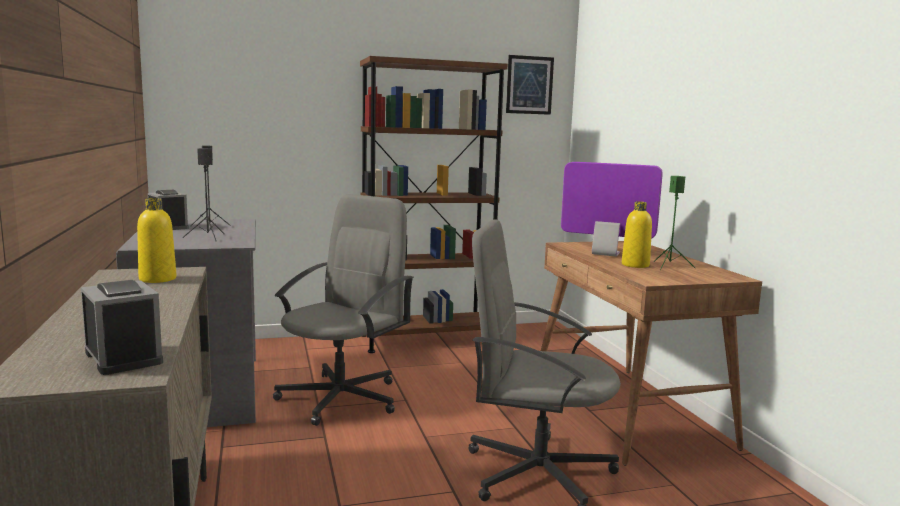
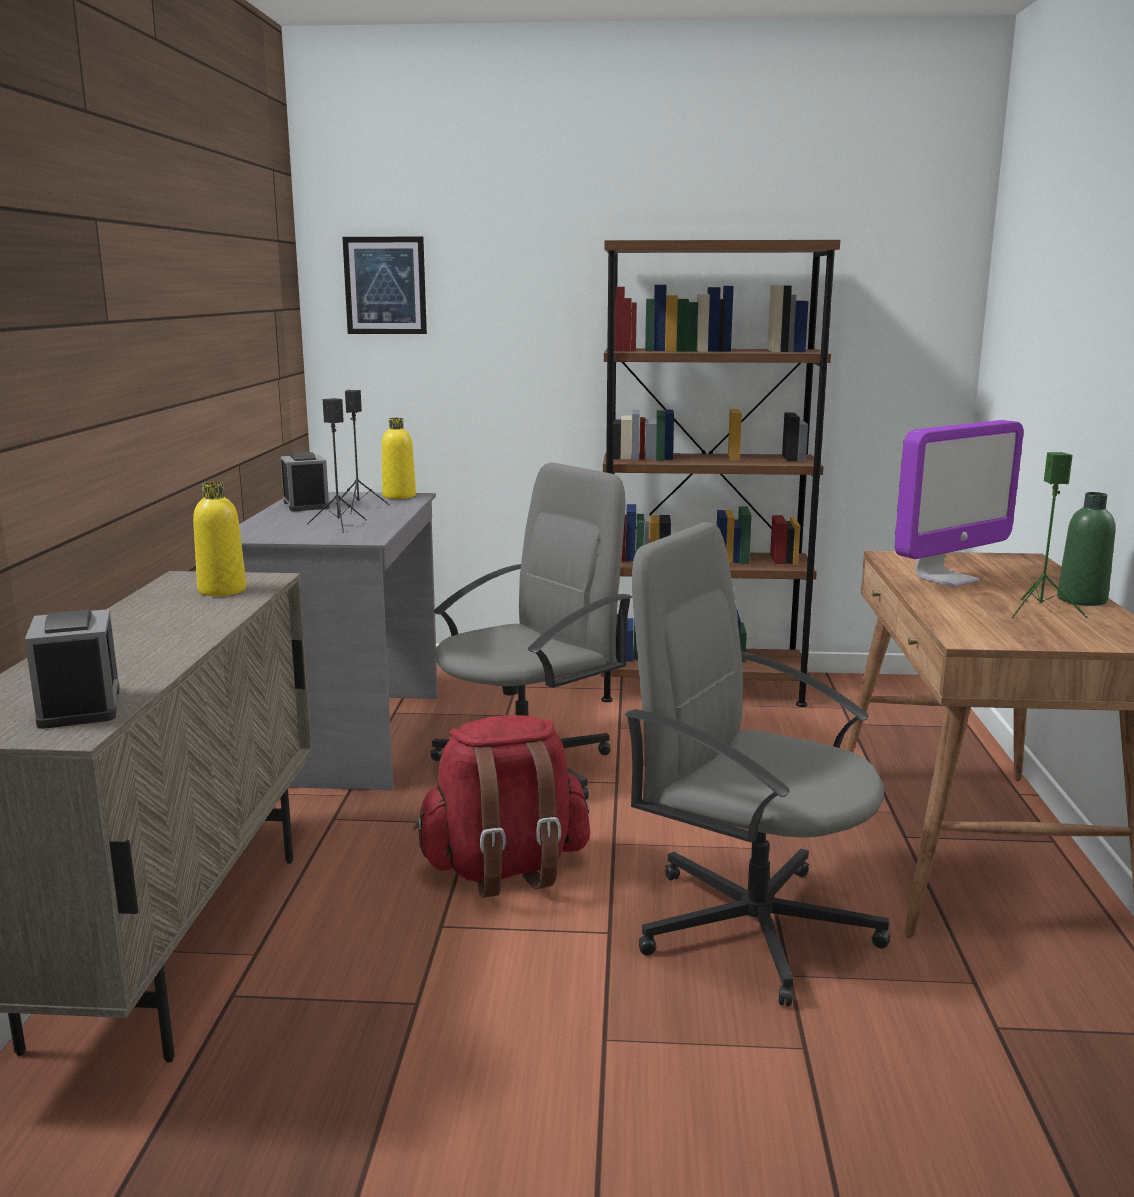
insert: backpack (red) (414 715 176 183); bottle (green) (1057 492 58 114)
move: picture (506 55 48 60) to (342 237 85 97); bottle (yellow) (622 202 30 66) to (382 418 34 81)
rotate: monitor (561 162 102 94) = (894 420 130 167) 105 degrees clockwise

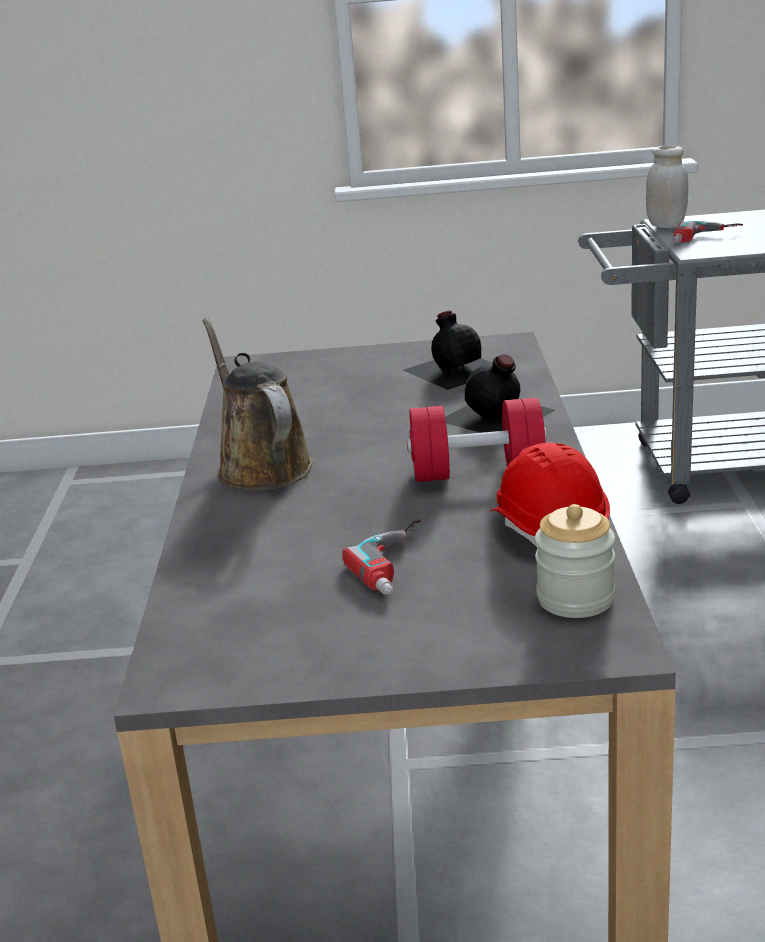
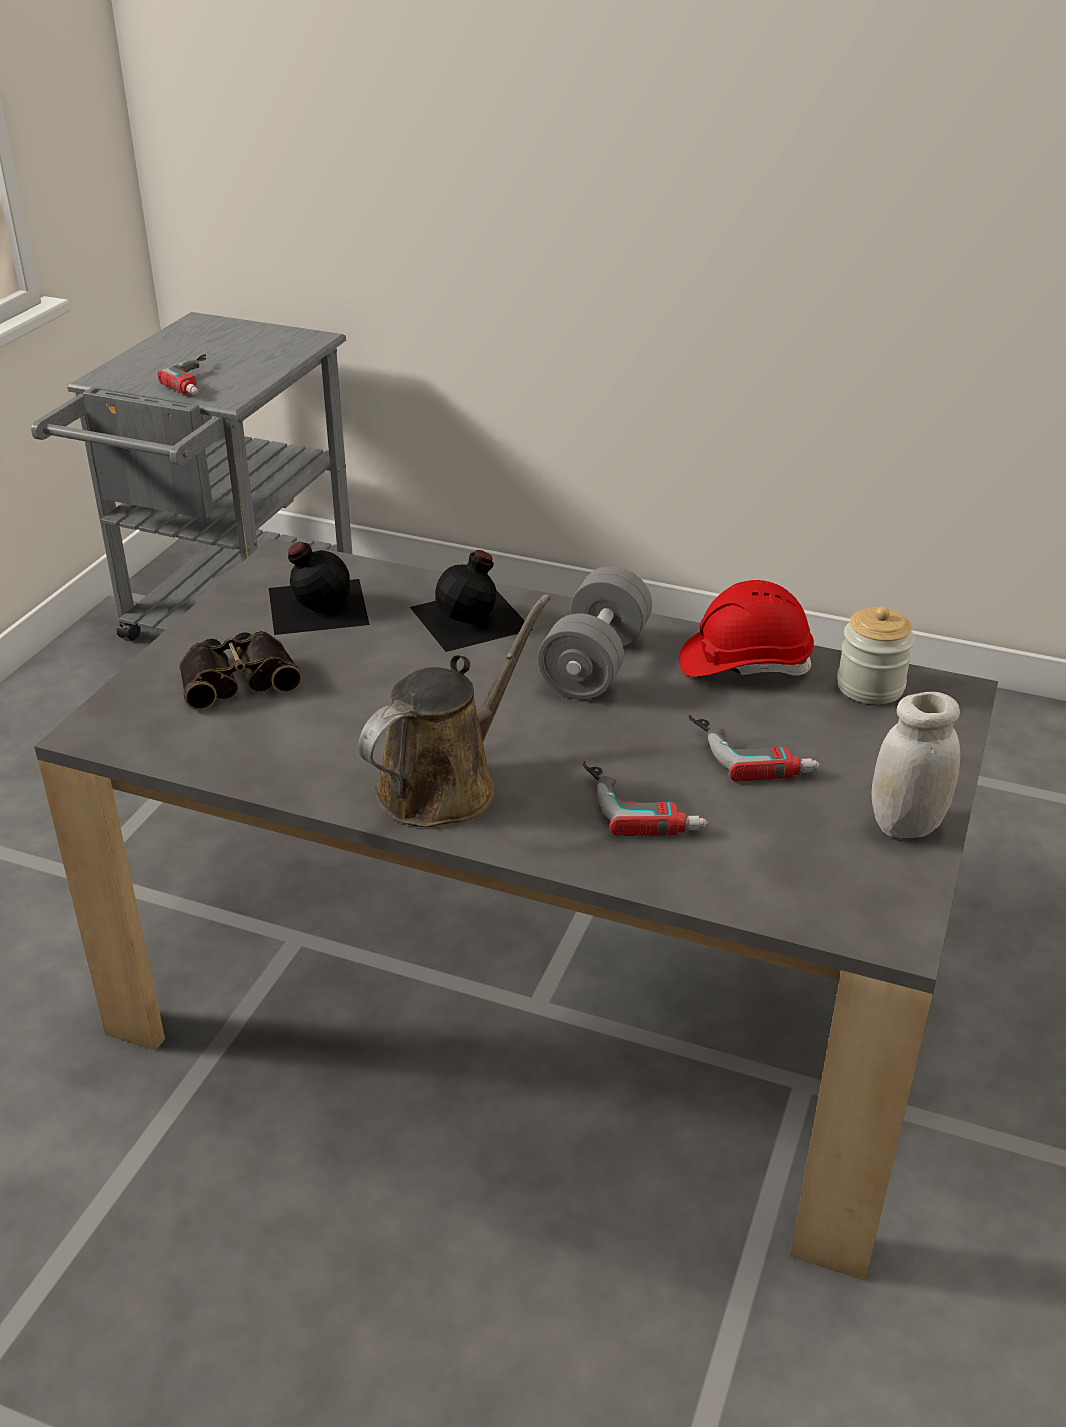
insert: binoculars (179 631 123 79); power drill (583 761 125 75)
move: jar (white) (646 145 42 83) to (872 692 88 146)
recolor: dumbbell (red) (407 398 140 84) to dumbbell (grey) (537 566 115 134)
rotate: watering can (brown) (202 317 111 173) = (358 594 193 233) 135 degrees clockwise

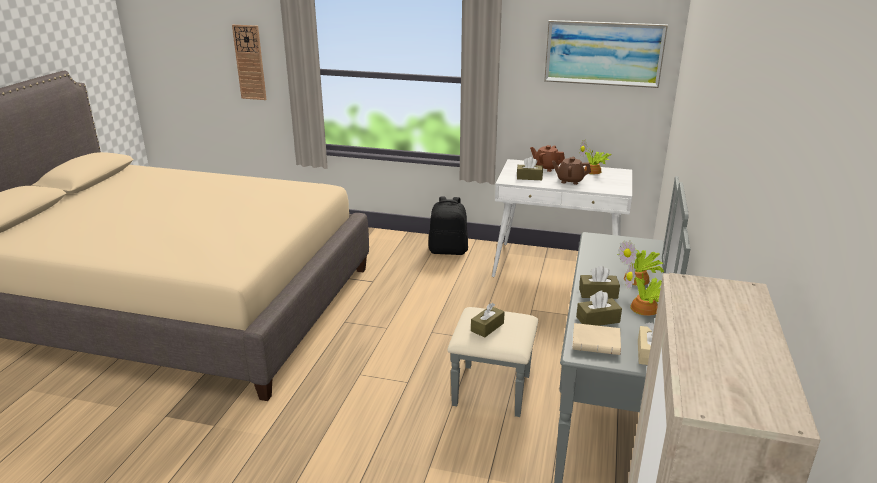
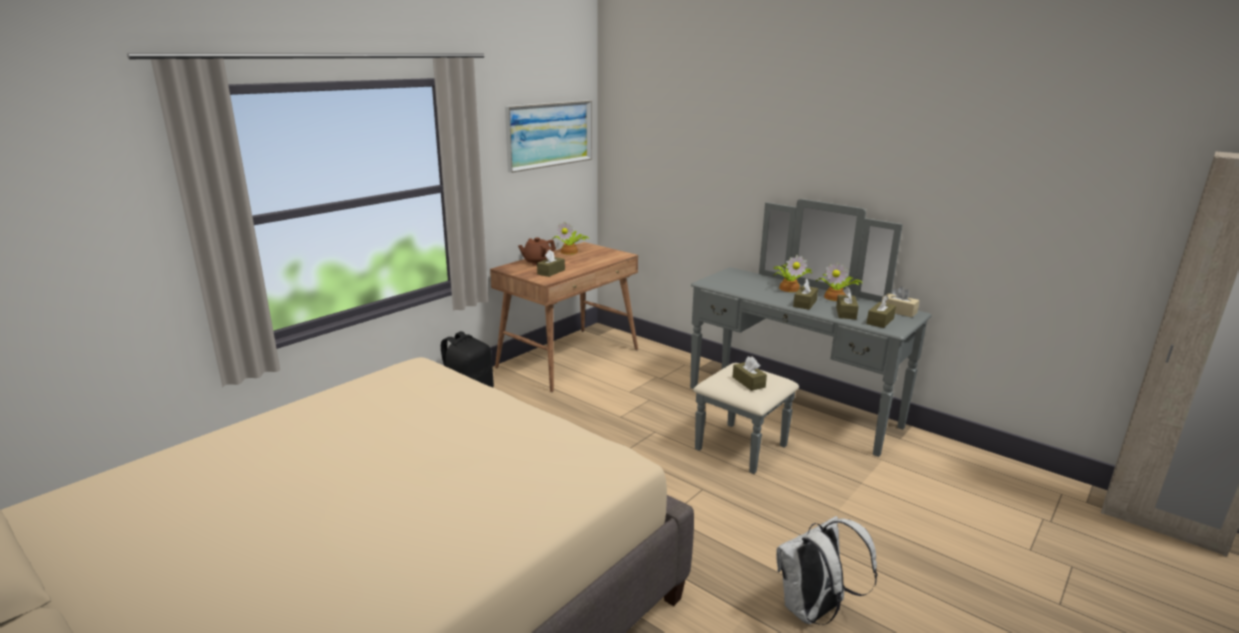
delete: wall clock (232 25 35 75); teapot (brown) (552 157 39 28)
insert: backpack (white) (776 516 101 109)
replace: book (beige) (572 323 49 32) to tissue box (brown) (867 295 29 33)
recolor: desk (white) (492 159 140 118) to desk (brown) (490 242 148 150)

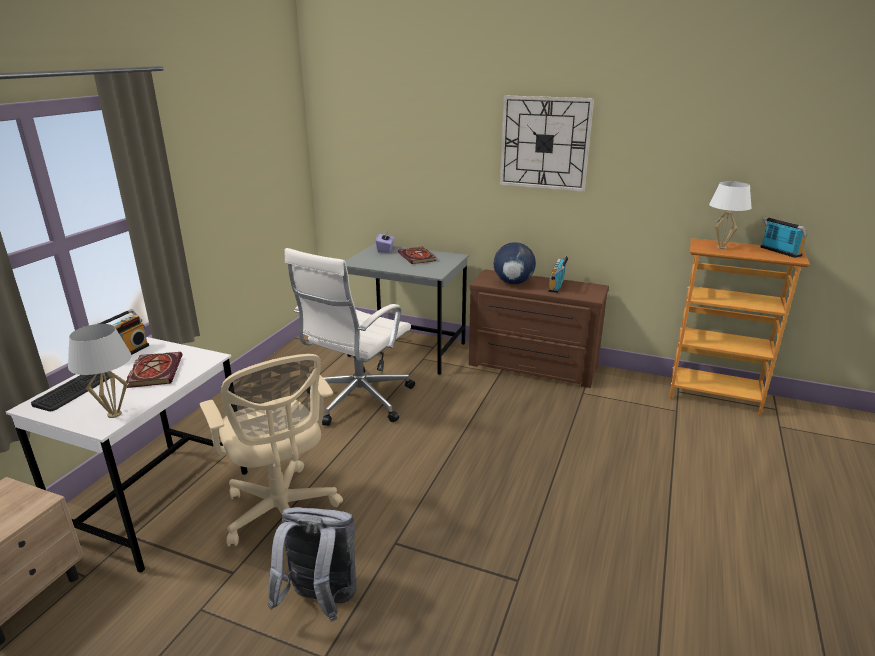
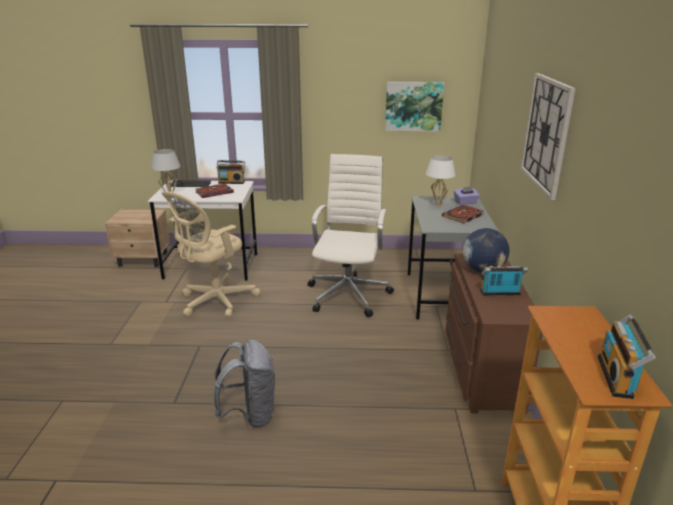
insert: picture (385 82 59 49)
move: backpack (grey) (268 507 89 115) to (213 339 62 89); table lamp (white) (709 181 42 68) to (426 156 29 51)
rotate: office chair (white) (284 248 131 178) = (307 154 87 163) 90 degrees clockwise; radio (760 217 47 41) = (598 315 58 84) 150 degrees clockwise

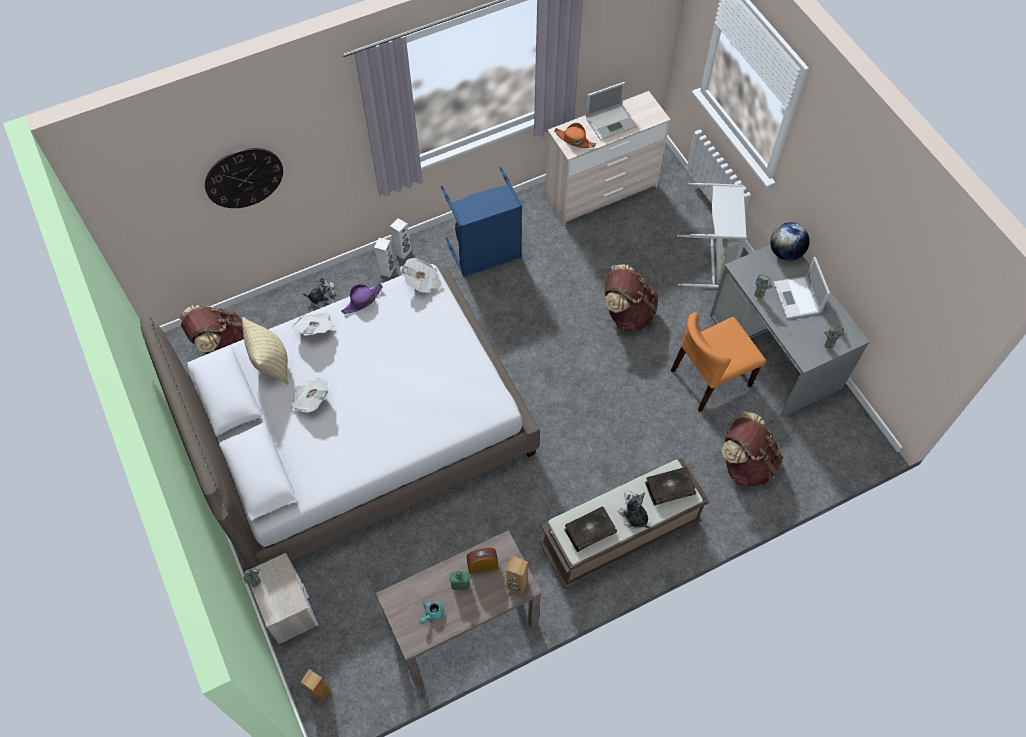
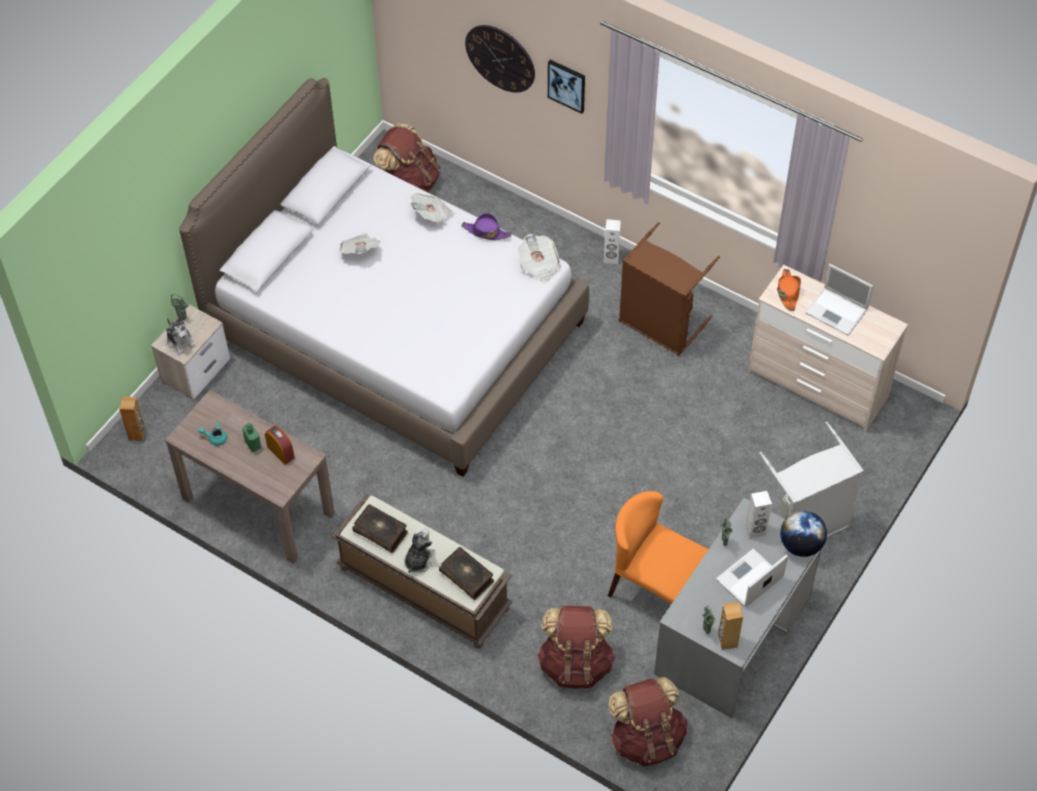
delete: pillow (beige) (242 317 47 68)
insert: picture (548 60 37 54)
move: plush toy (303 277 32 31) to (166 318 30 37); backpack (brown) (604 264 54 68) to (608 677 79 90); speaker (brown) (506 556 22 39) to (718 602 25 48); speaker (white) (374 238 21 39) to (745 491 27 48)
recolor: laundry basket (blue) (441 167 81 110) to laundry basket (brown) (619 222 101 134)

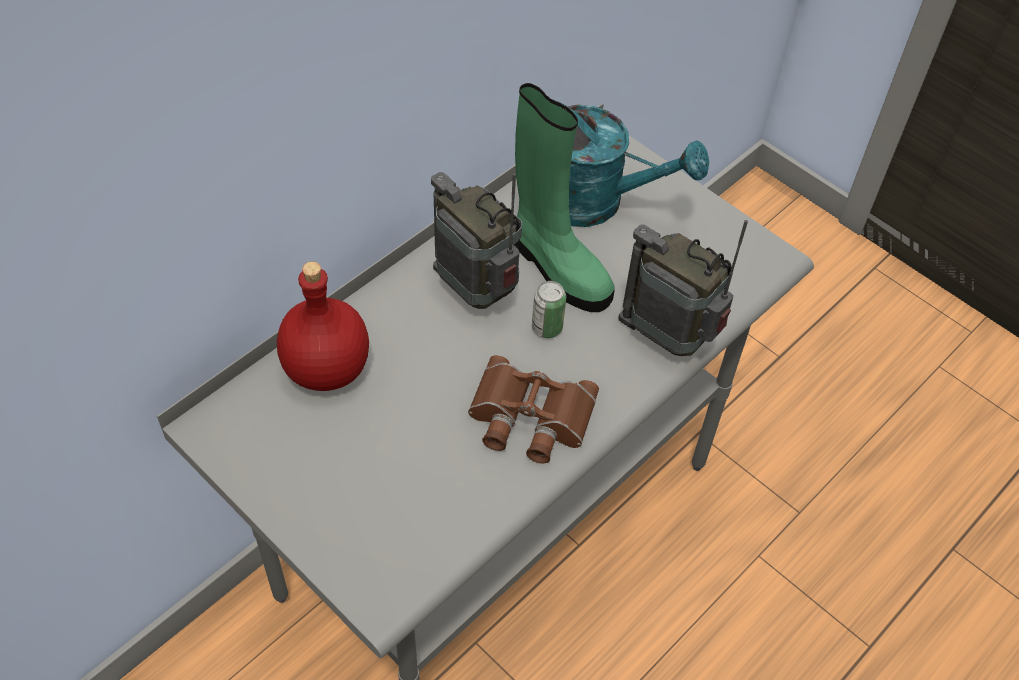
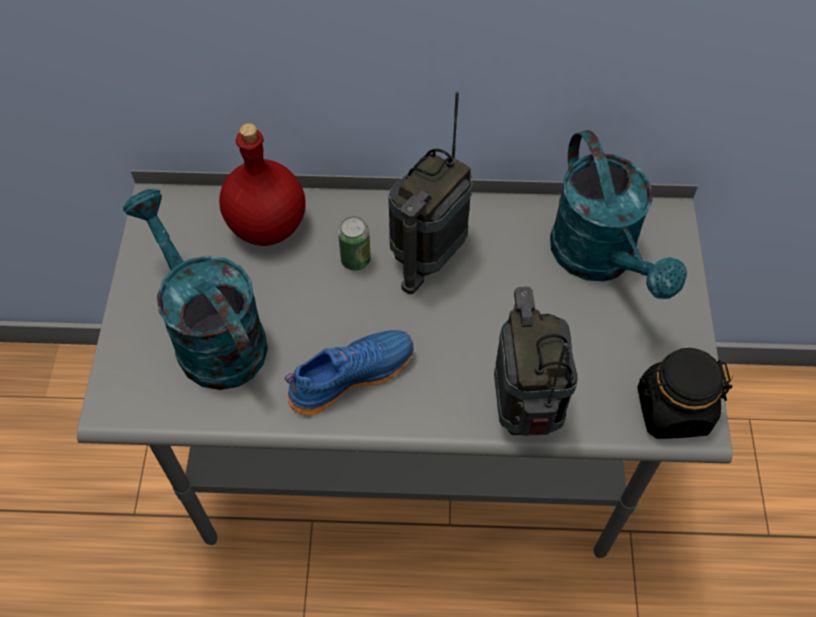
delete: boot (green) (515 83 100 229)
insert: watering can (turquoise) (123 189 145 201); jar (black) (637 348 96 91)
move: can (532 281 34 57) to (338 216 33 55)
replace: binoculars (brown) (468 355 131 109) to shoe (blue) (285 330 129 85)
rotate: radio (431 172 91 137) = (388 91 85 203) 150 degrees counterclockwise

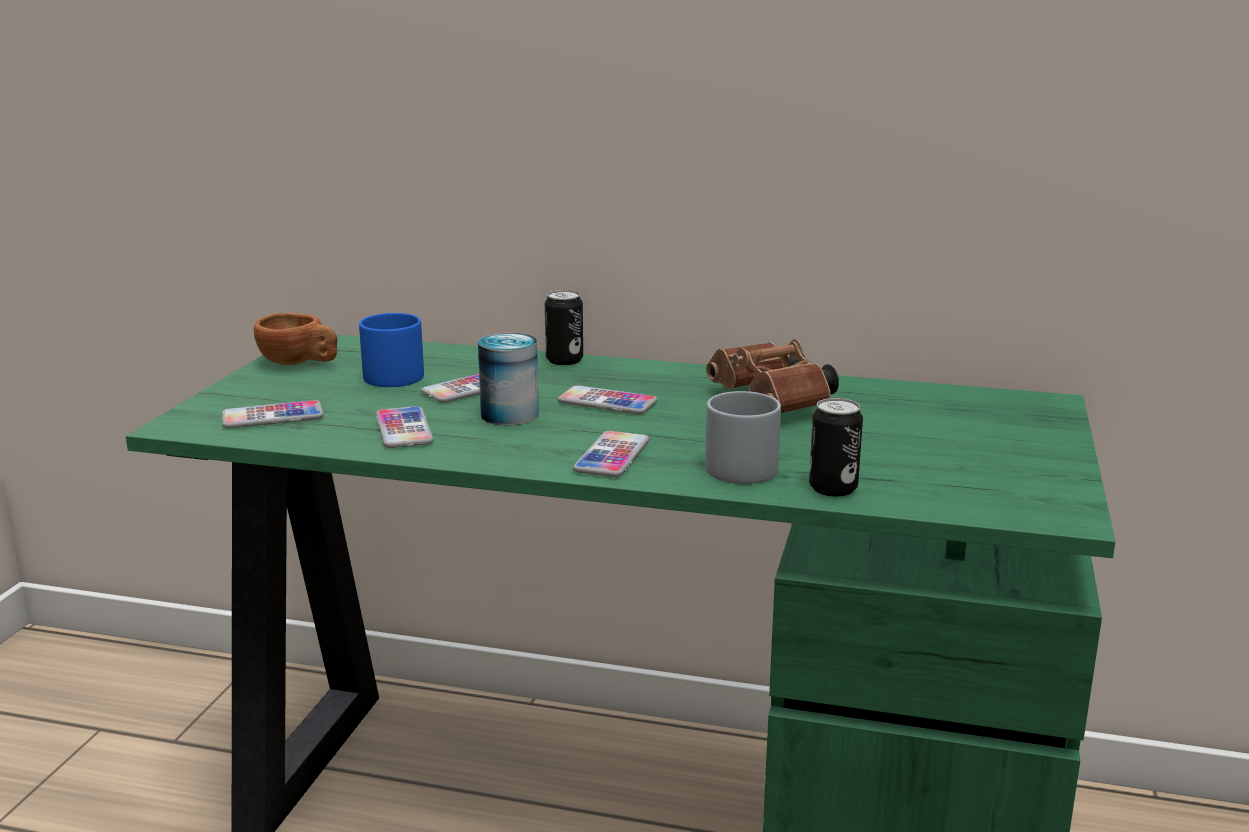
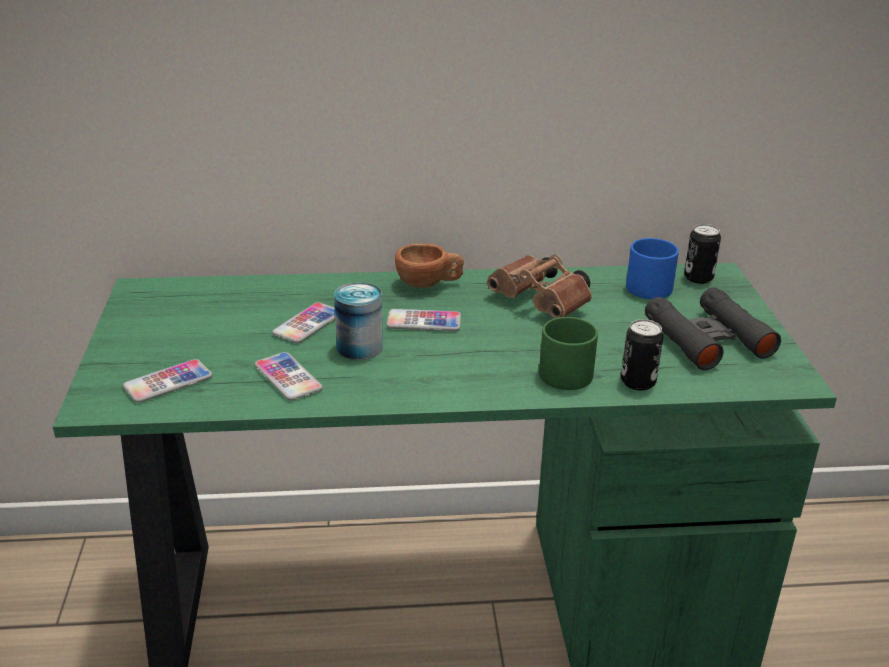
delete: phone (573 431 76 46)
insert: binoculars (black) (645 287 136 83)
move: cup (brown) (254 313 83 52) to (395 244 69 44); mug (blue) (359 313 65 74) to (626 238 53 61); can (545 290 38 75) to (684 224 37 60)
recolor: mug (grey) (705 391 76 93) to mug (green) (539 317 59 73)

